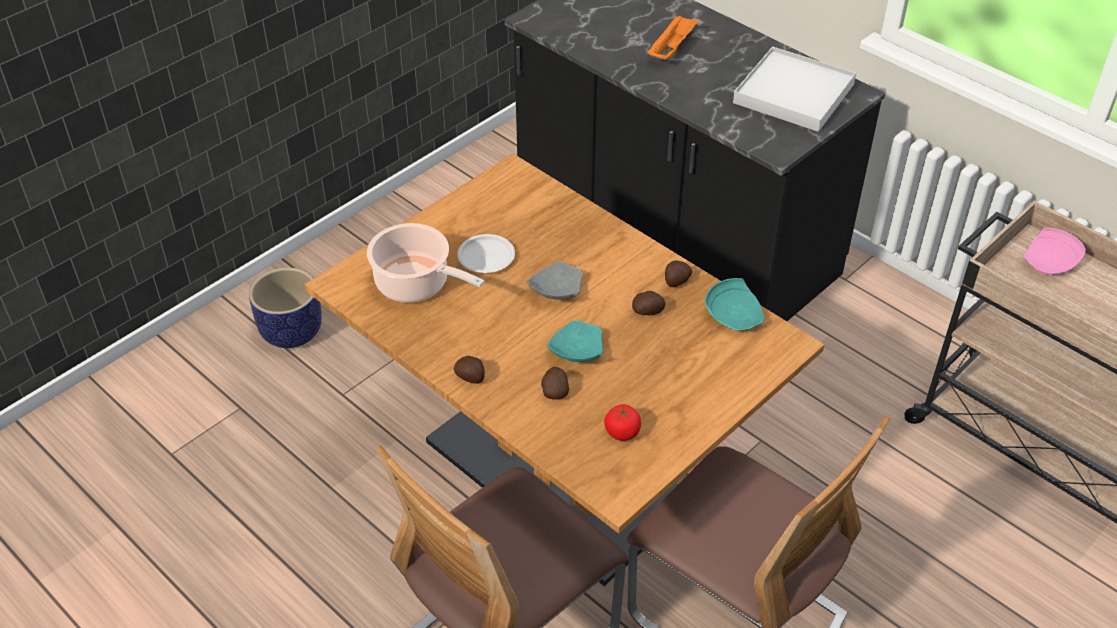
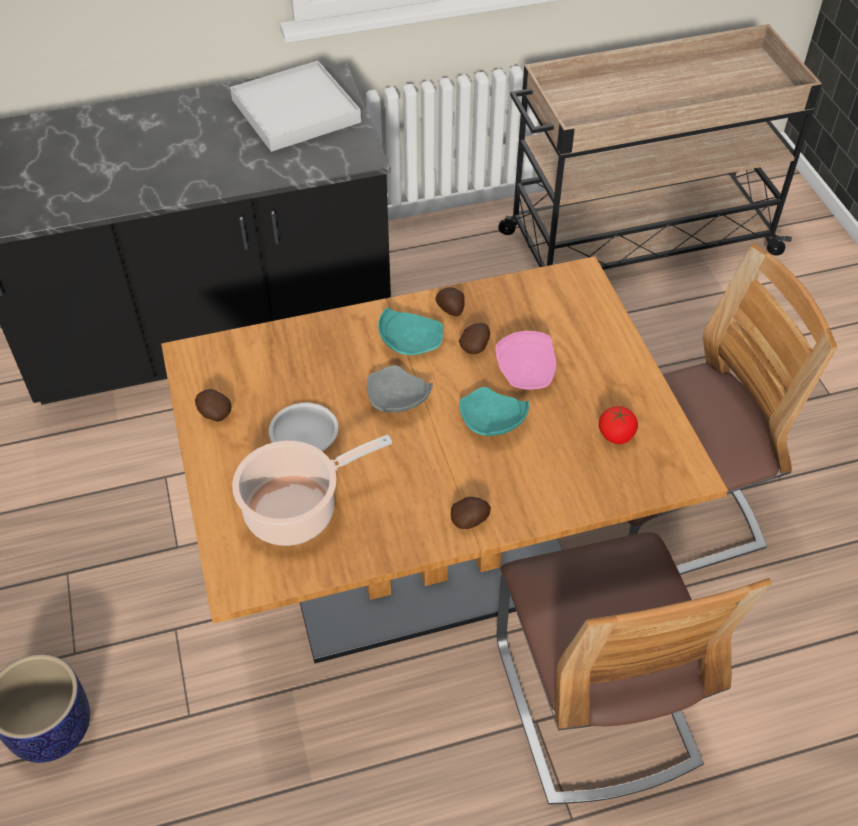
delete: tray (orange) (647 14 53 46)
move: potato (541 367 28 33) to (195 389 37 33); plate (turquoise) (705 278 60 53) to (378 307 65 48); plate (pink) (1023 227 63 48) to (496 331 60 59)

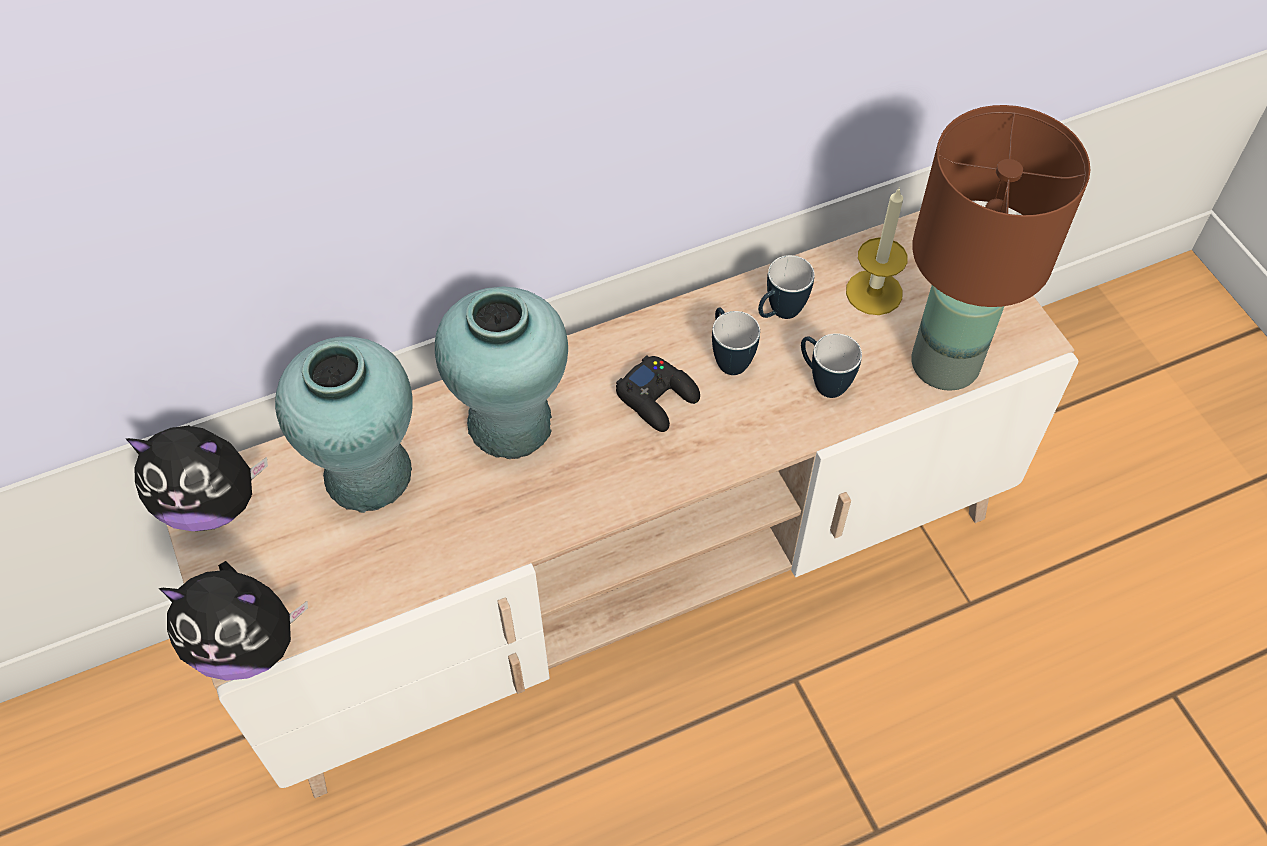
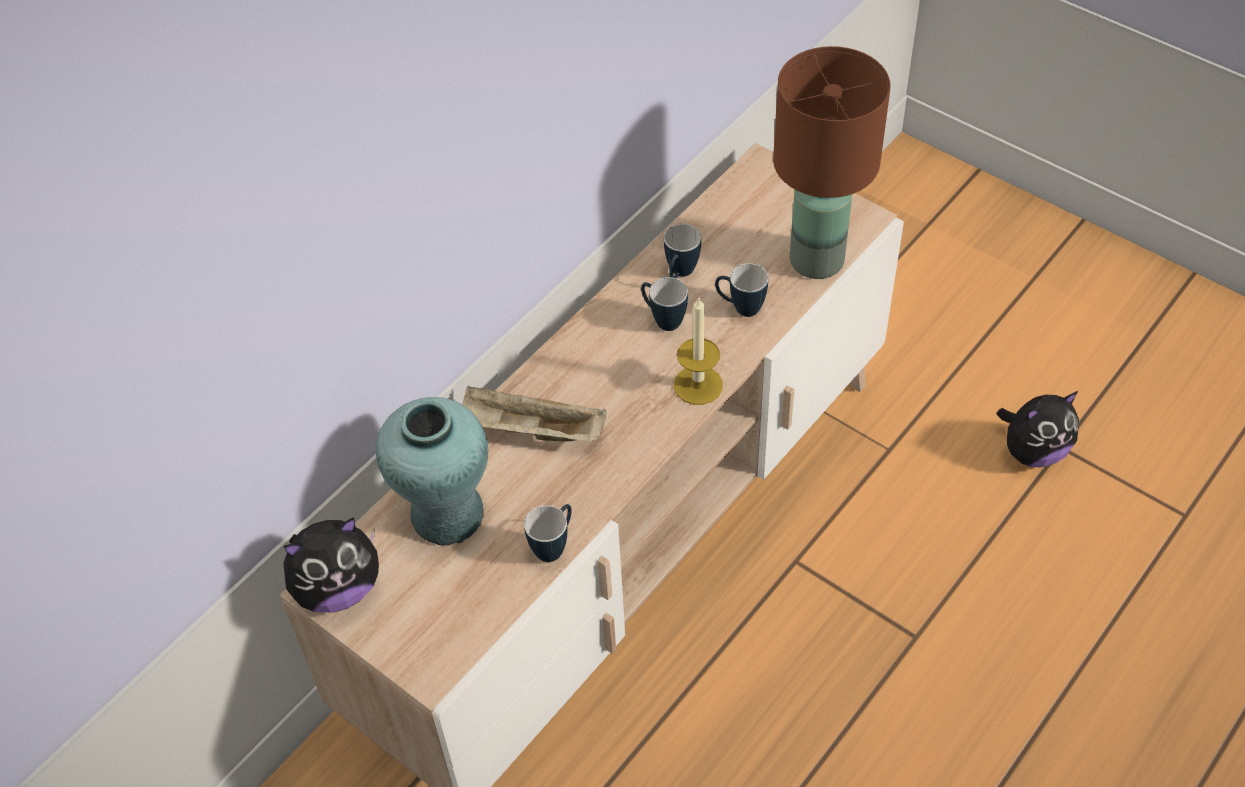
delete: game controller (black) (616 355 84 77)
insert: mug (524 504 48 58)
move: candle (846 187 62 128) to (674 298 49 107); plush toy (159 561 149 120) to (996 391 83 76)
replace: vase (turquoise) (435 286 133 173) to tray (beige) (462 386 145 56)

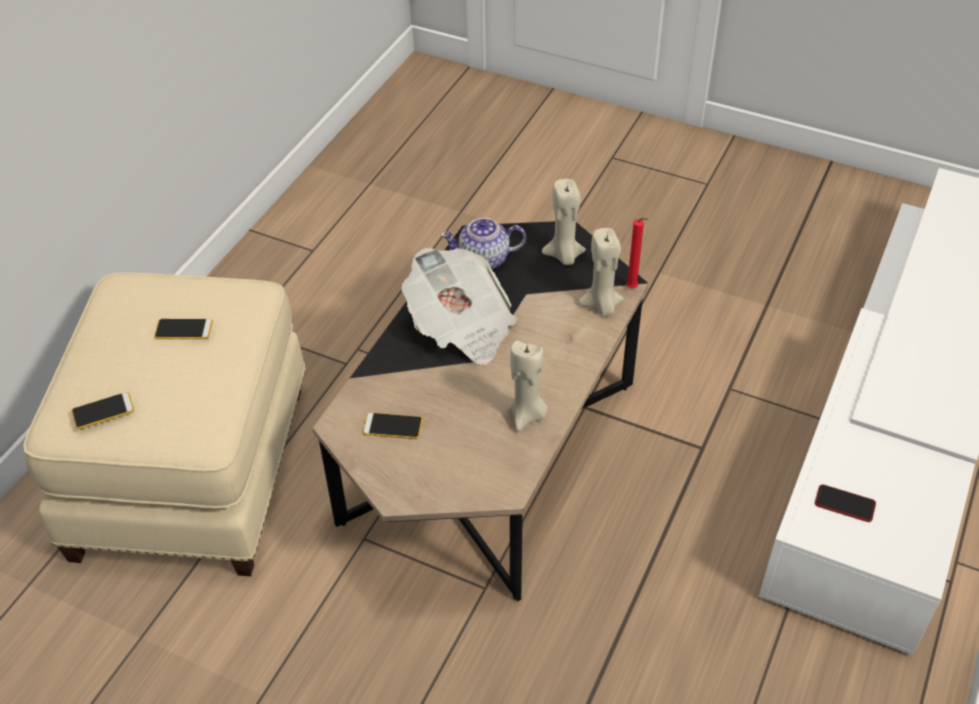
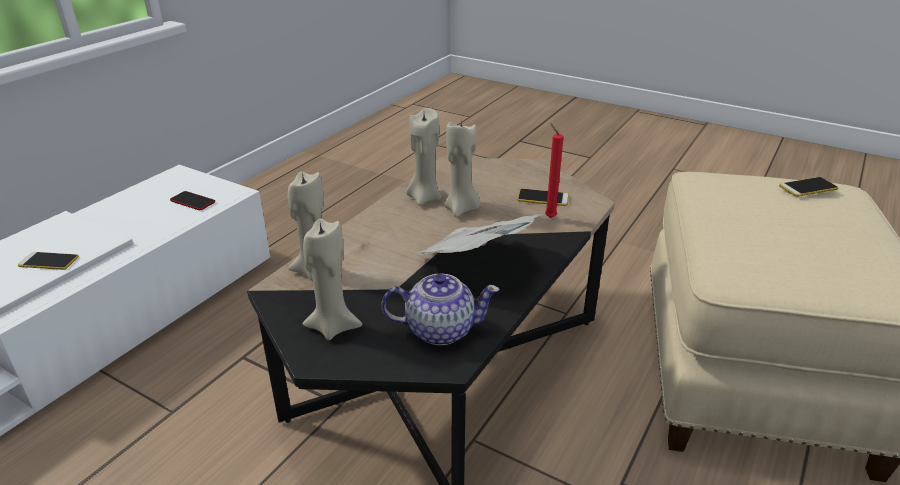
insert: candle (beige) (444 119 36 98)
move: phone (154 319 59 20) to (18 252 61 18); candle (red) (626 218 22 70) to (545 123 18 95)

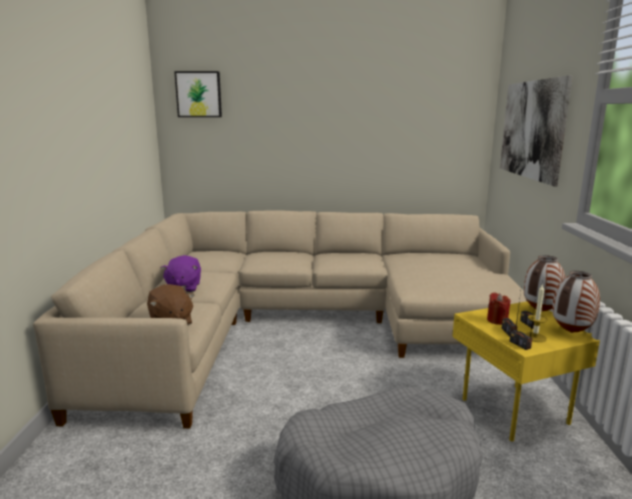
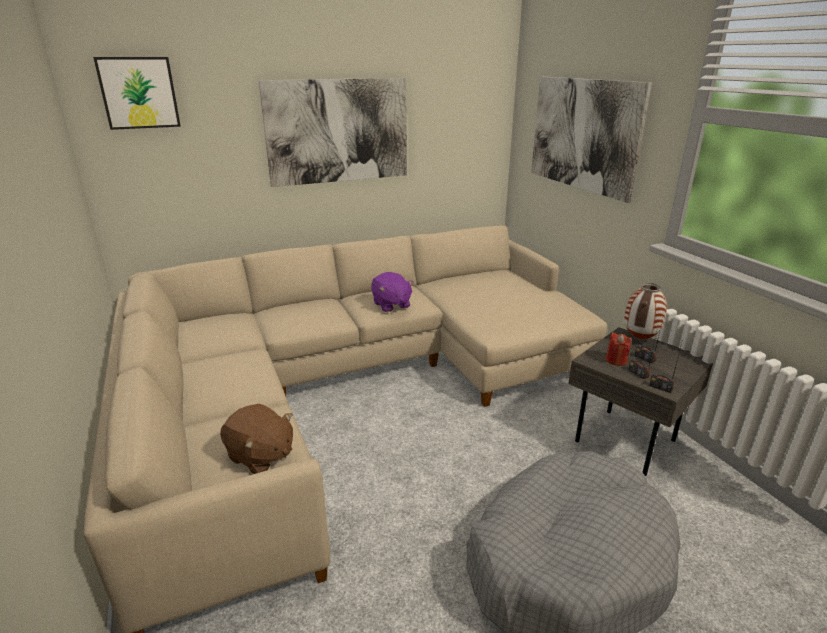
delete: candle (525 284 23 58); vase (552 271 48 62)
insert: picture (259 78 148 109)
move: plush toy (purple) (161 255 40 37) to (371 272 42 40)
recolor: side table (yellow) (453 301 147 141) to side table (grey) (568 327 145 149)

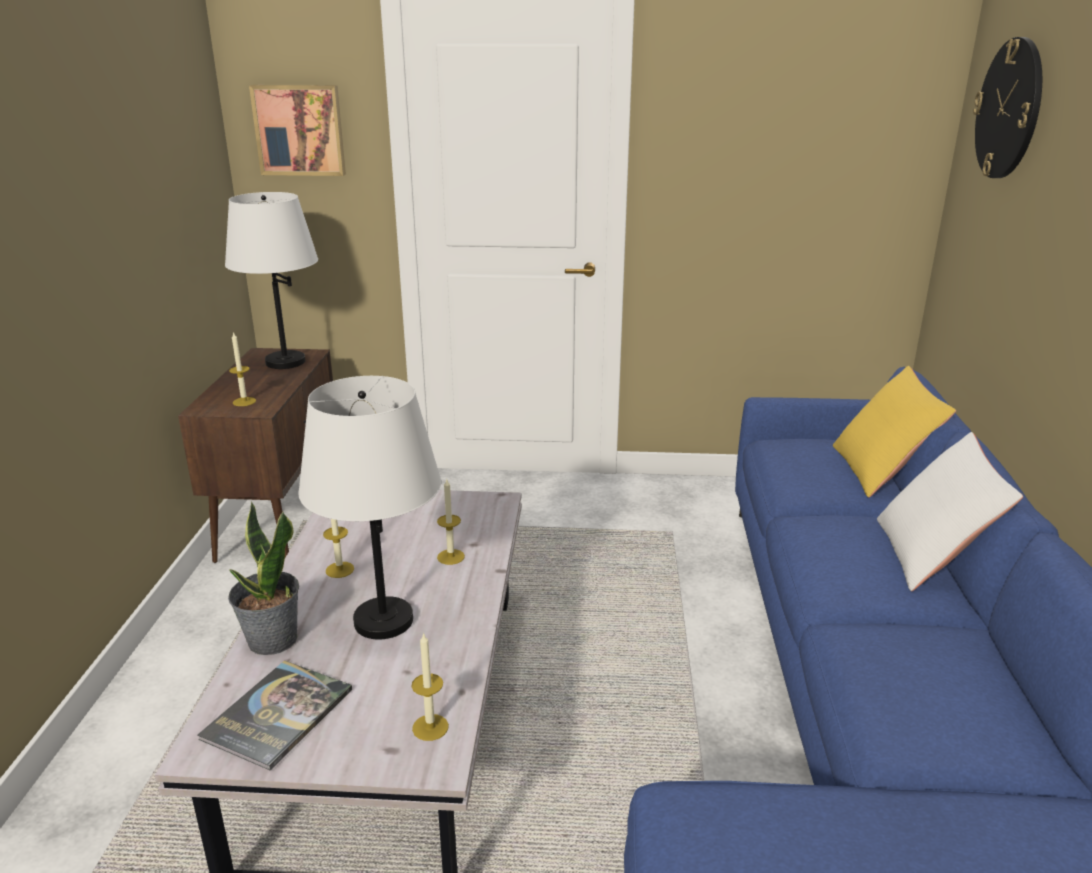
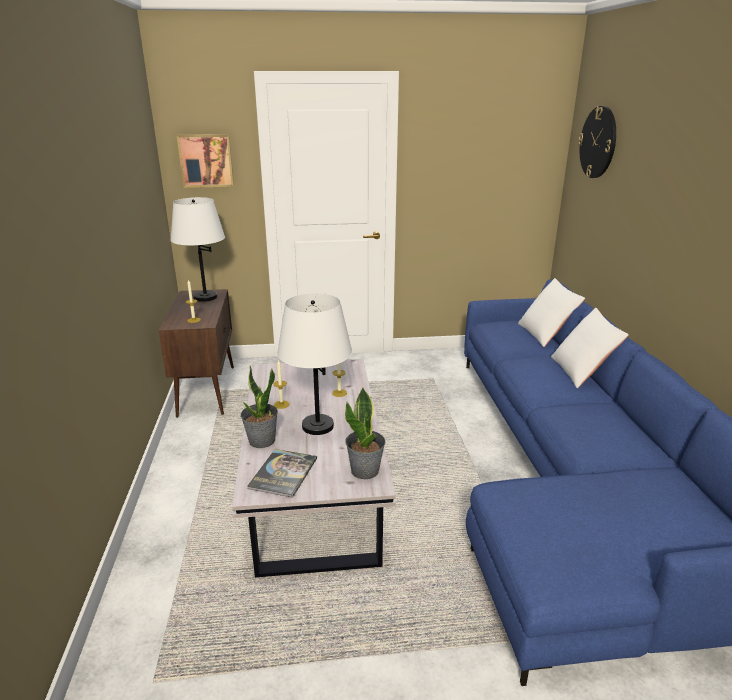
replace: candle (411 632 38 109) to potted plant (345 388 41 91)
recolor: pillow (yellow) (833 366 123 132) to pillow (white) (518 278 67 69)

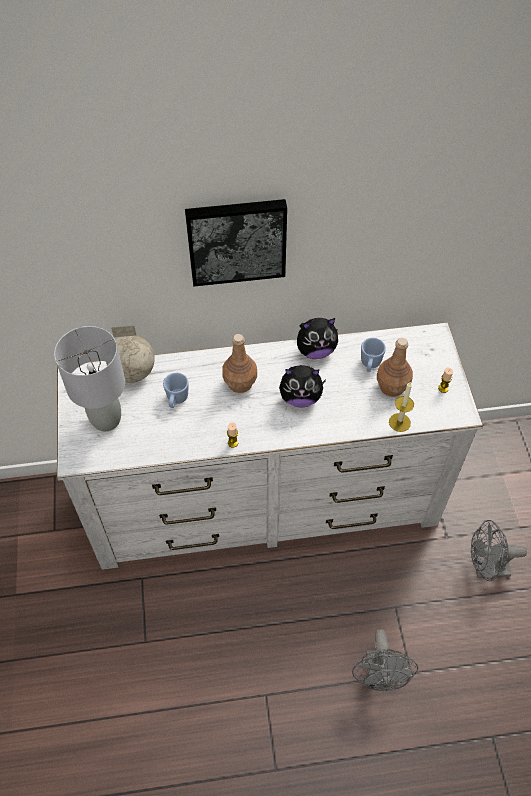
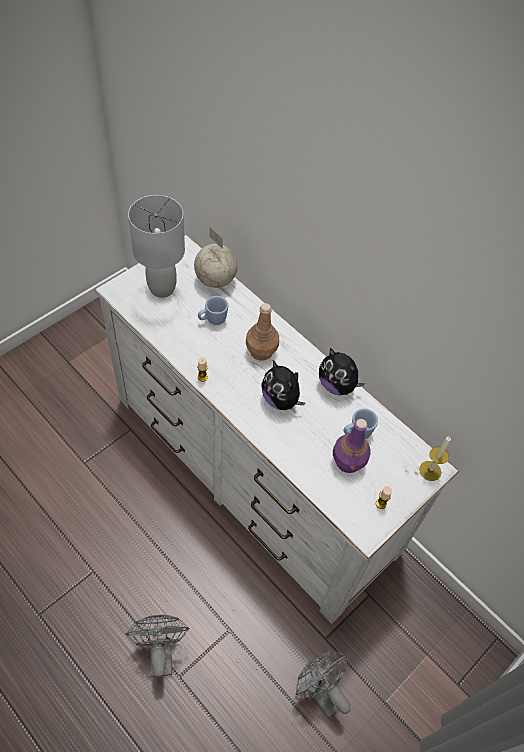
delete: picture (185 199 102 88)
move: candle (389 382 25 50) to (419 436 32 45)
recolor: bottle (brown) (377 338 36 59) to bottle (purple) (333 419 37 54)
rotate: fan (grey) (352 629 66 62) = (125 615 65 62) 120 degrees clockwise

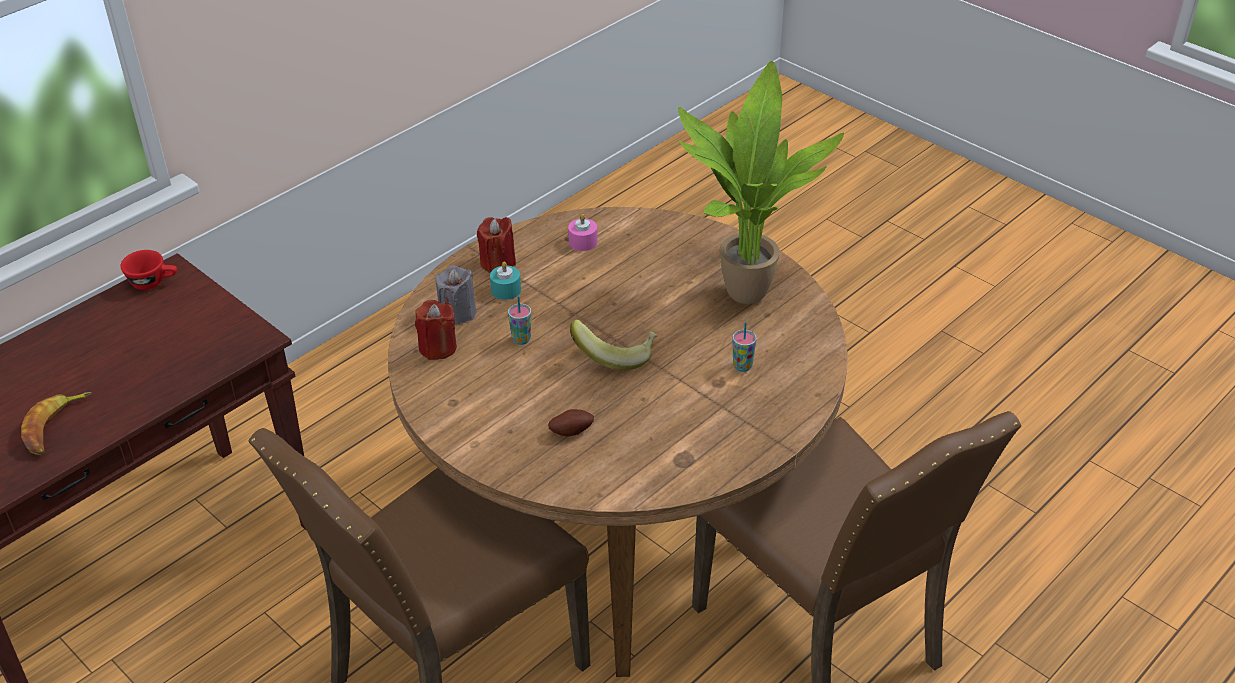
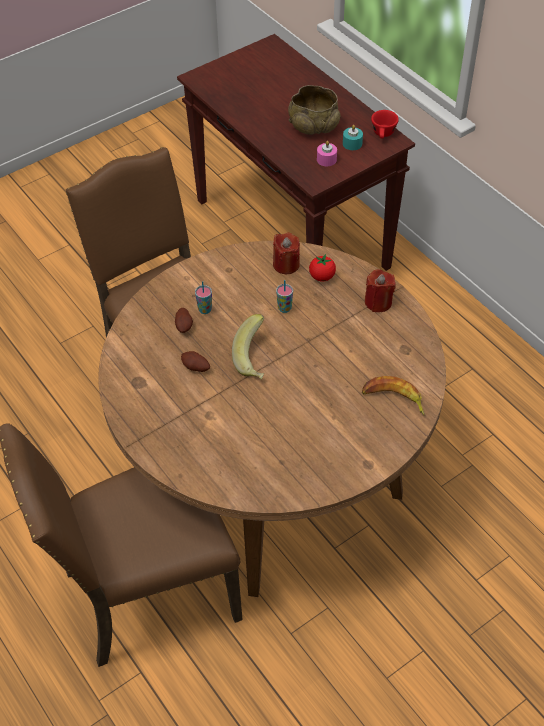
delete: potted plant (678 61 166 243)
insert: potato (181 351 29 21); bowl (beige) (288 85 52 50)
move: cup (733 322 24 50) to (195 281 17 33); candle (pink) (568 214 30 37) to (317 141 20 25); candle (turquoise) (490 262 31 38) to (343 125 20 25); banana (21 392 71 63) to (362 376 63 40)
replace: candle (grey) (436 265 40 59) to tomato (309 254 27 27)

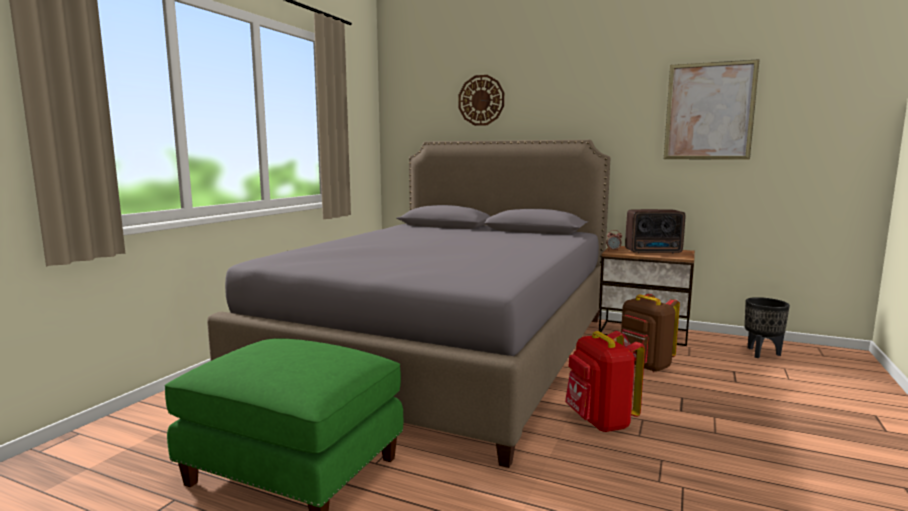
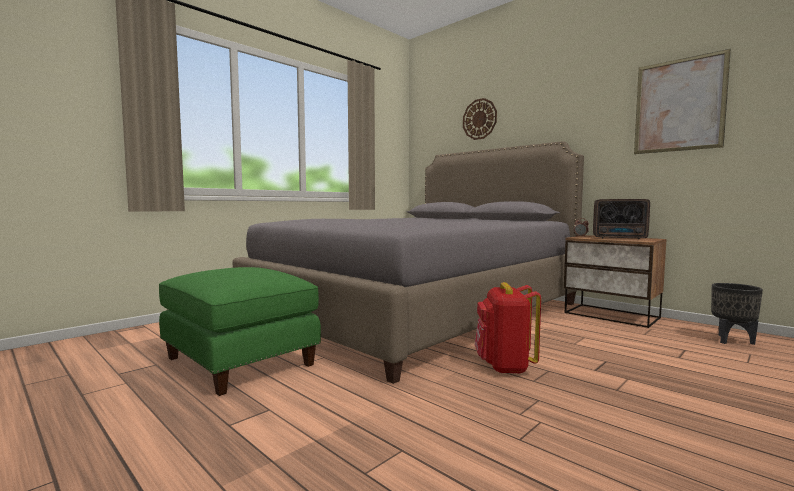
delete: backpack (brown) (621 294 59 78)

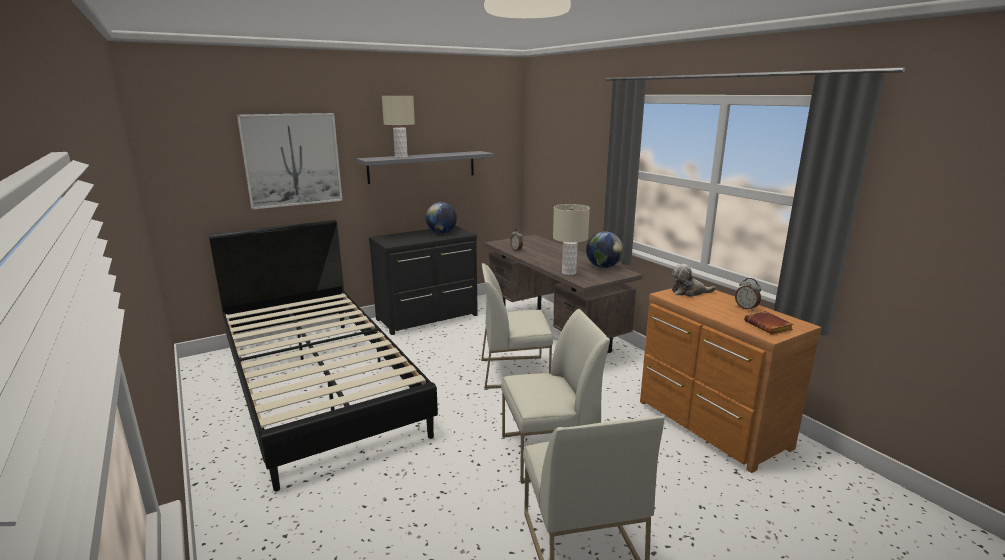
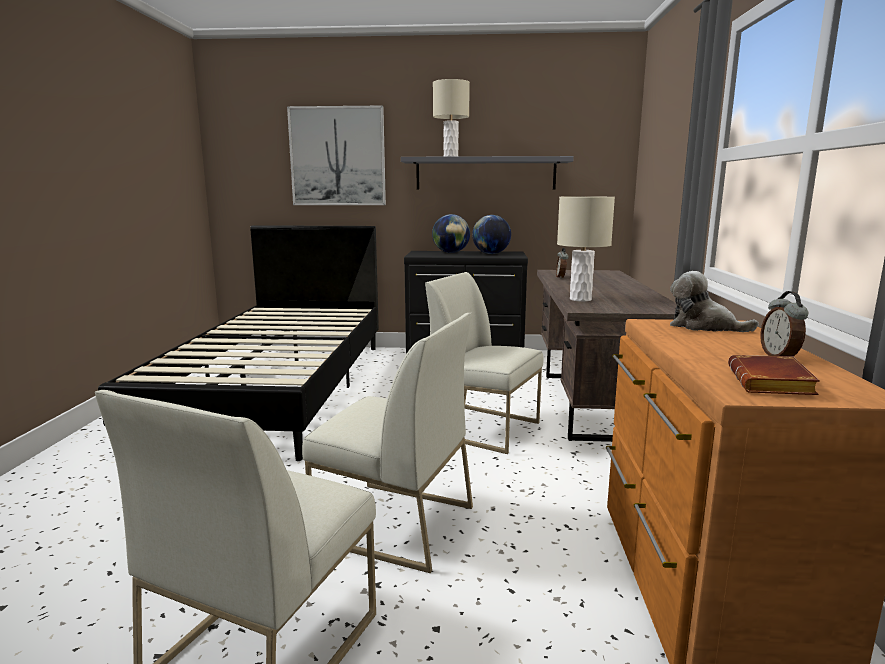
move: globe (586 232 37 36) to (432 214 38 39)

